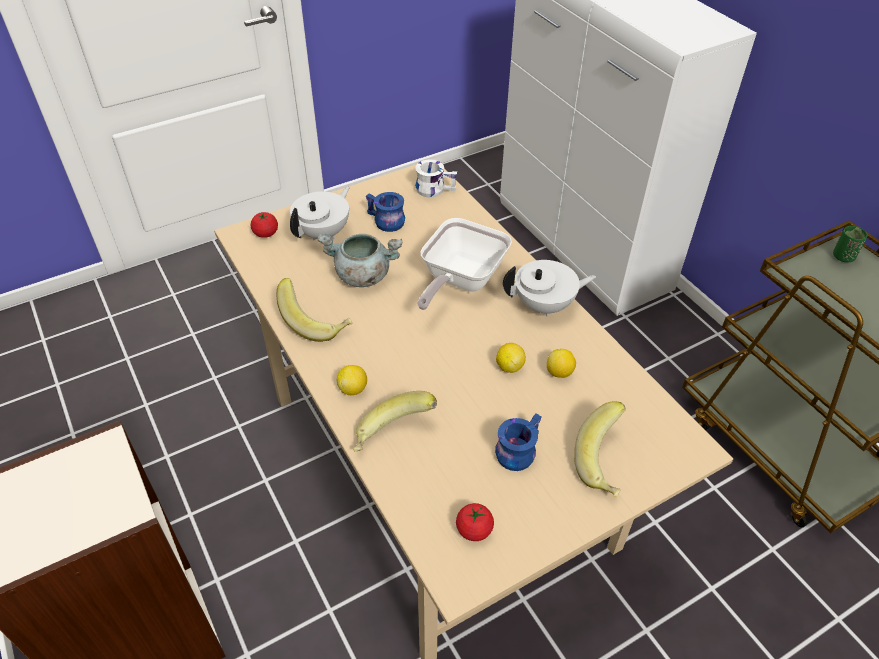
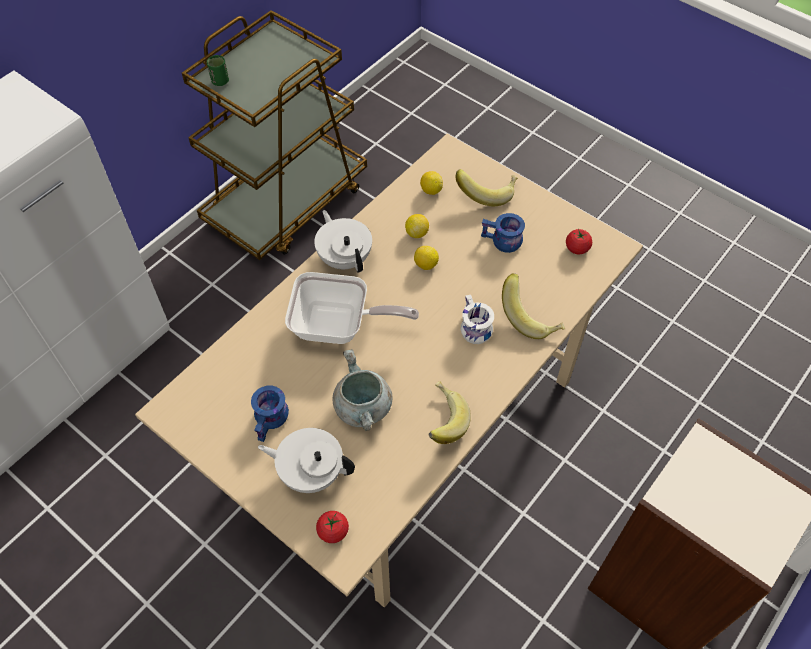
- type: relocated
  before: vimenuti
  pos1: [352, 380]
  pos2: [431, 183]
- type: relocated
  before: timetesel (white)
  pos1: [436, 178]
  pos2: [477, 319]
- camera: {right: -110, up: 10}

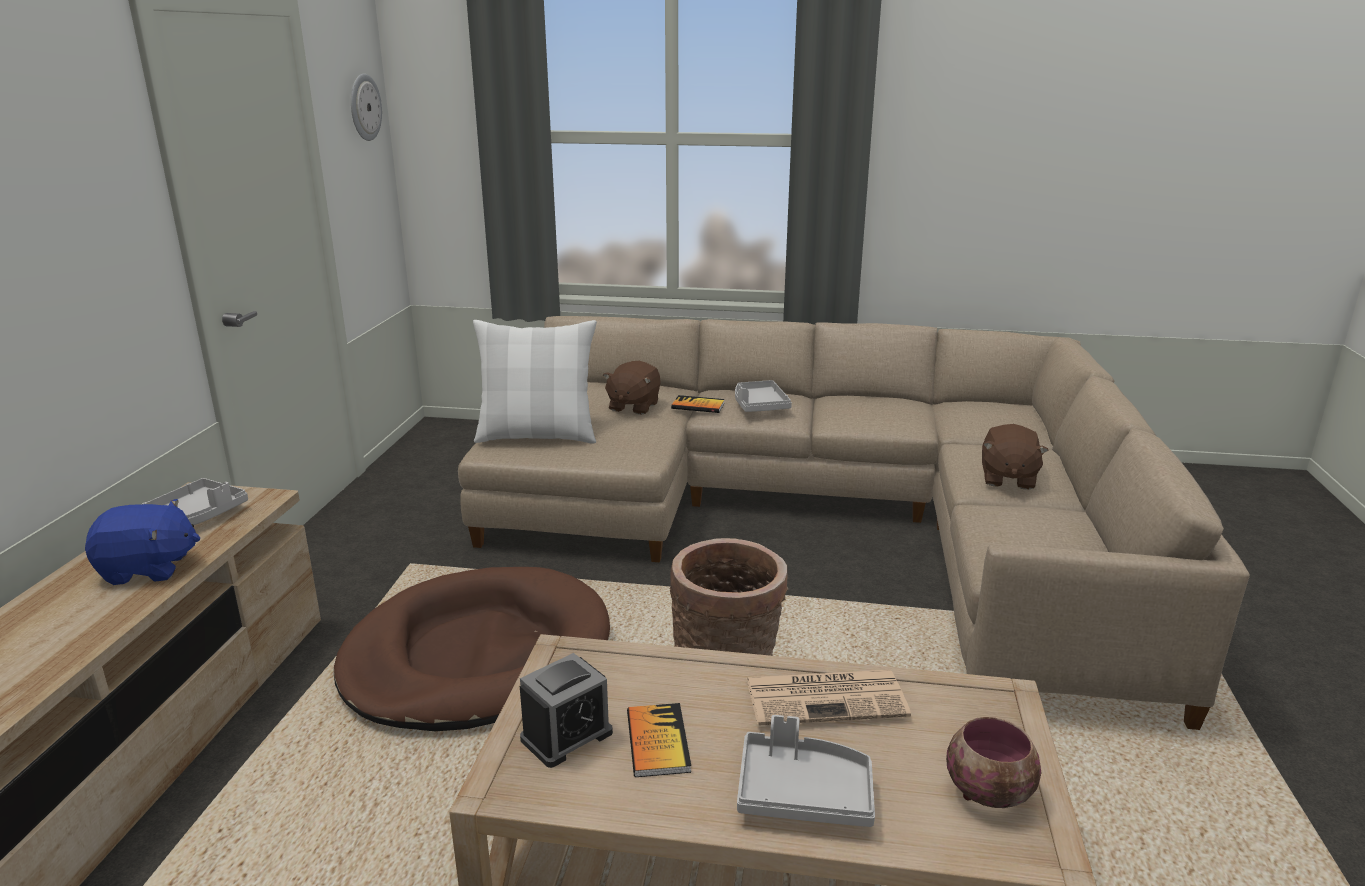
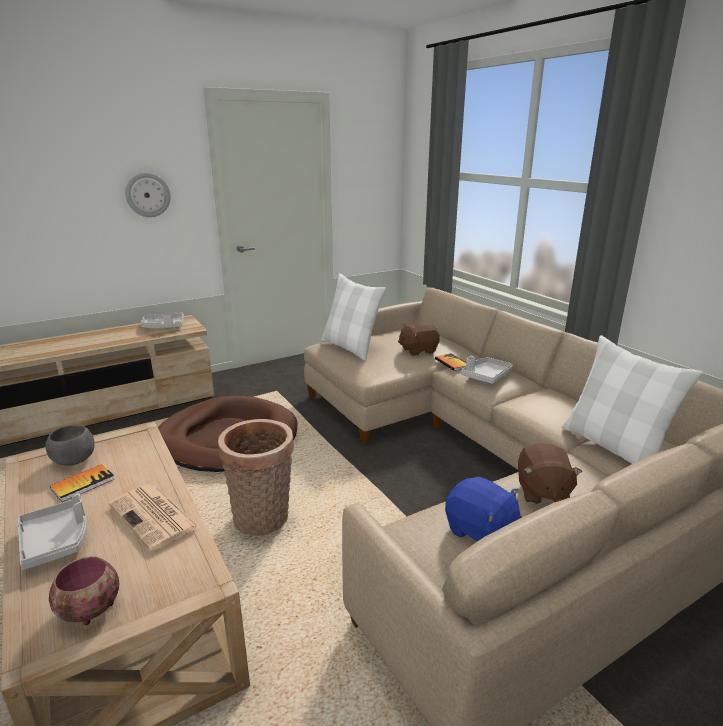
- type: exchanged
  before: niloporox
  after: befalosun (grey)
  pos1: [566, 710]
  pos2: [70, 445]
- type: relocated
  before: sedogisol
  pos1: [366, 107]
  pos2: [148, 195]
- type: relocated
  before: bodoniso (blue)
  pos1: [142, 542]
  pos2: [483, 508]
- type: spun
  before: bodoniso (brown)
  pos1: [1015, 457]
  pos2: [550, 473]
  turn: -60
- type: appeared
  after: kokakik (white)
  pos2: [632, 399]
- camera: {right: 50, up: 0}

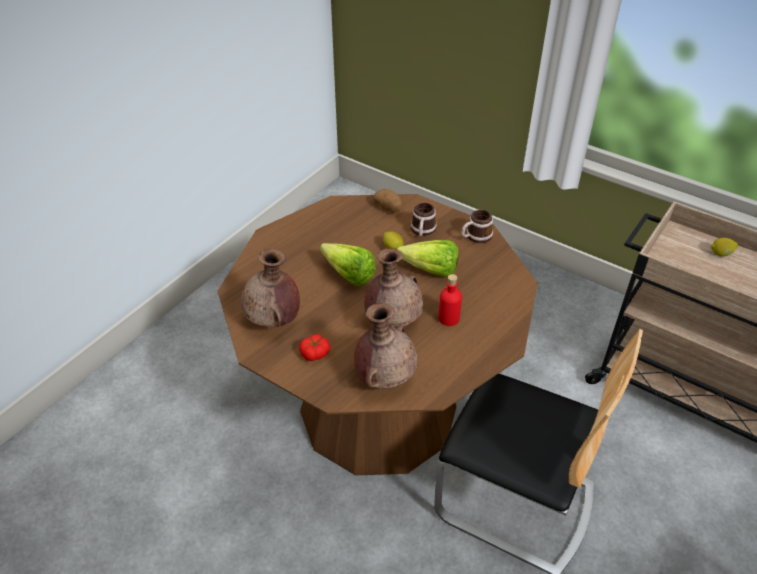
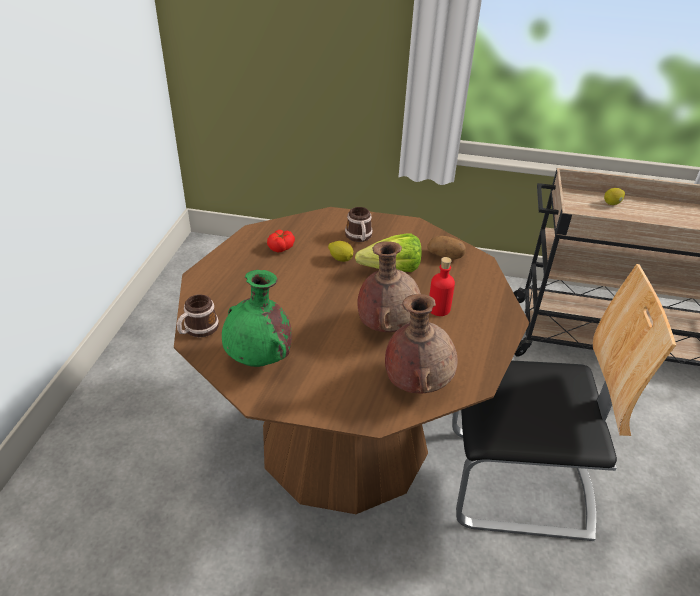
- type: relocated
  before: timetesel
  pos1: [477, 226]
  pos2: [198, 315]
- type: colour
  before: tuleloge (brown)
  after: tuleloge (green)
  pos1: [270, 288]
  pos2: [257, 318]
- type: relocated
  before: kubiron
  pos1: [314, 347]
  pos2: [281, 241]
- type: relocated
  before: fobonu
  pos1: [387, 200]
  pos2: [446, 247]
- type: missing
  before: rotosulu
  pos1: [348, 264]
- camera: {right: -25, up: -5}

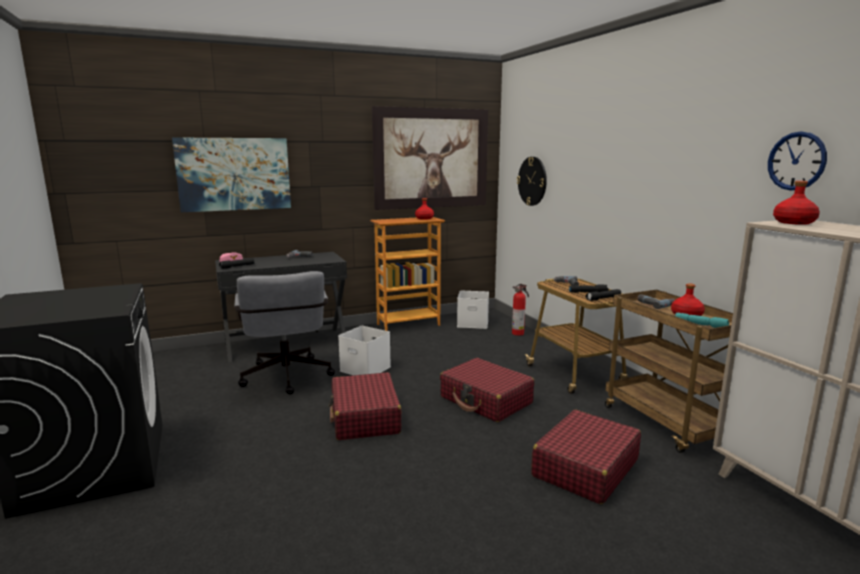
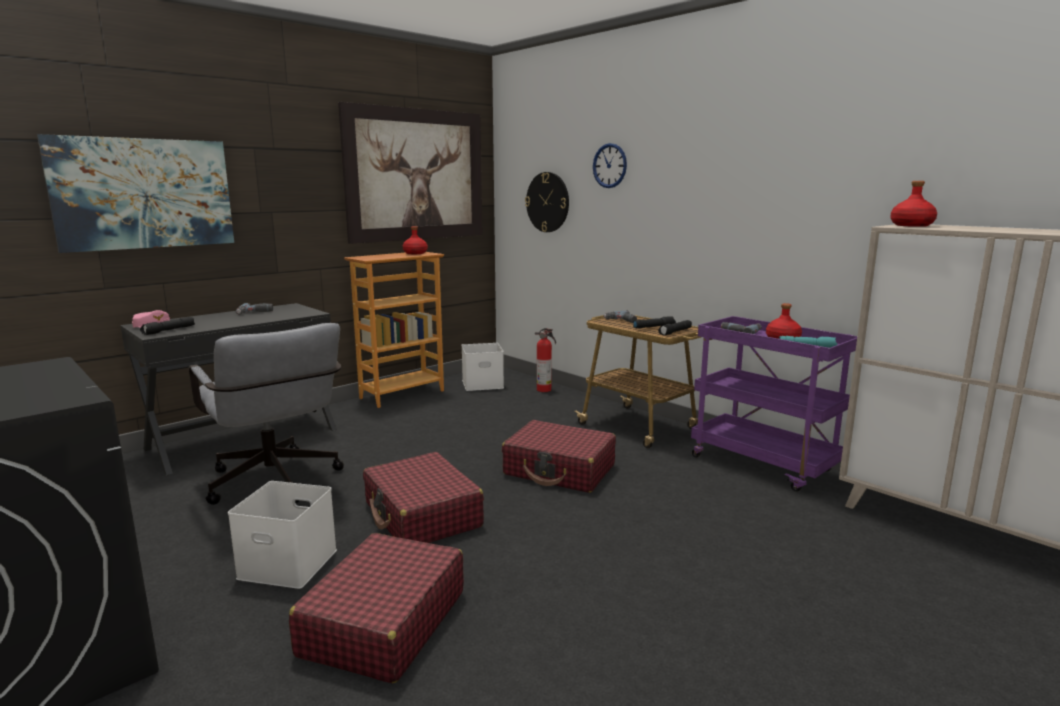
- type: relocated
  before: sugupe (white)
  pos1: [364, 350]
  pos2: [282, 535]
- type: relocated
  before: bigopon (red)
  pos1: [586, 457]
  pos2: [376, 608]
- type: relocated
  before: sedogisol
  pos1: [797, 161]
  pos2: [610, 165]
- type: colour
  before: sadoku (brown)
  after: sadoku (purple)
  pos1: [669, 371]
  pos2: [774, 404]
- camera: {right: -20, up: 0}

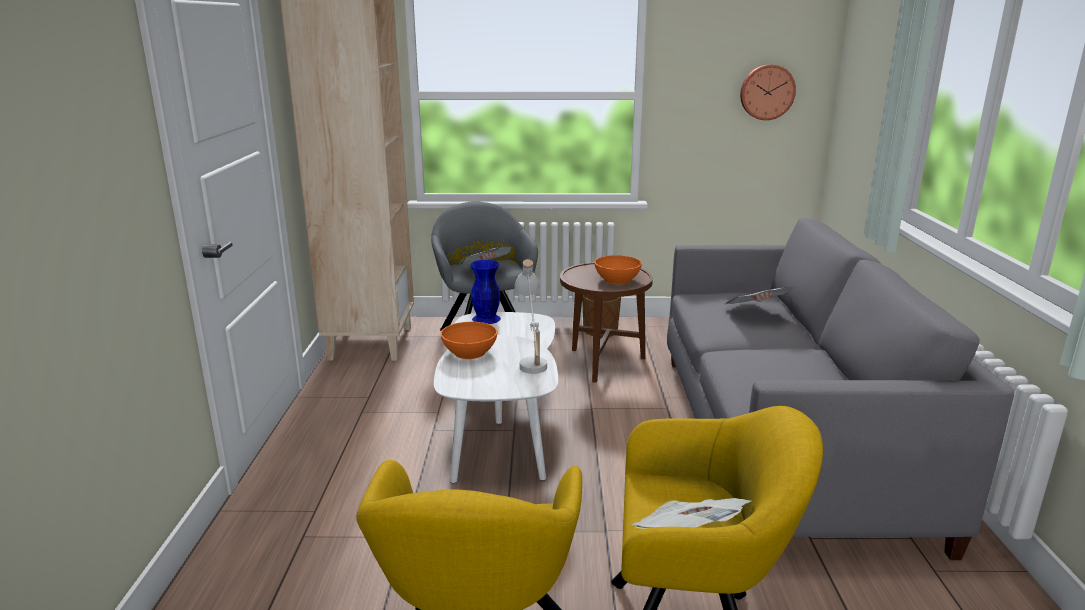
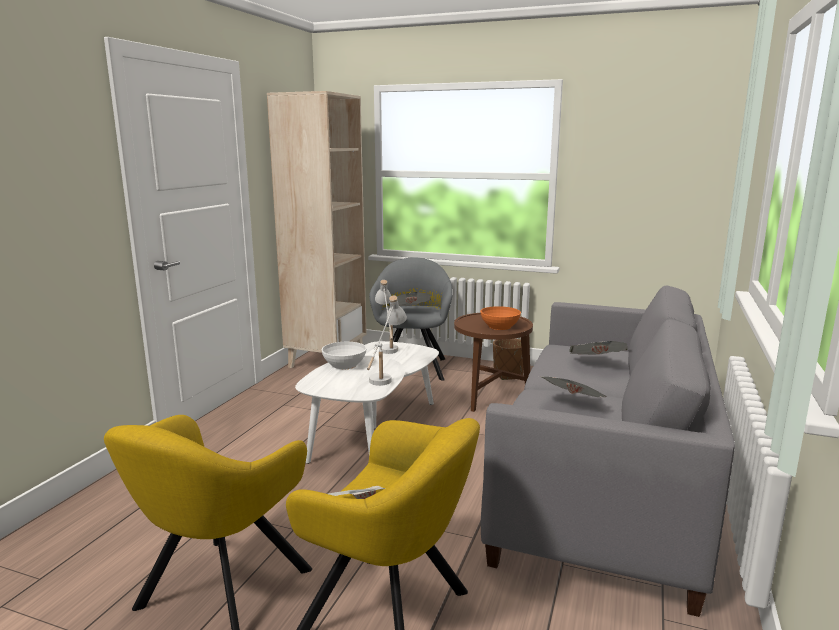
- type: colour
  before: befalosun (orange)
  after: befalosun (white)
  pos1: [469, 340]
  pos2: [344, 356]
- type: exchanged
  before: tuleloge (blue)
  after: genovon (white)
  pos1: [485, 292]
  pos2: [386, 317]
- type: appeared
  after: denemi
  pos2: [573, 387]
- type: missing
  before: sedogisol
  pos1: [768, 92]
- camera: {right: 20, up: -5}

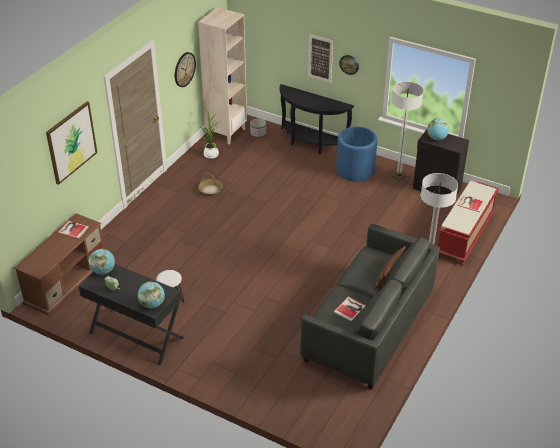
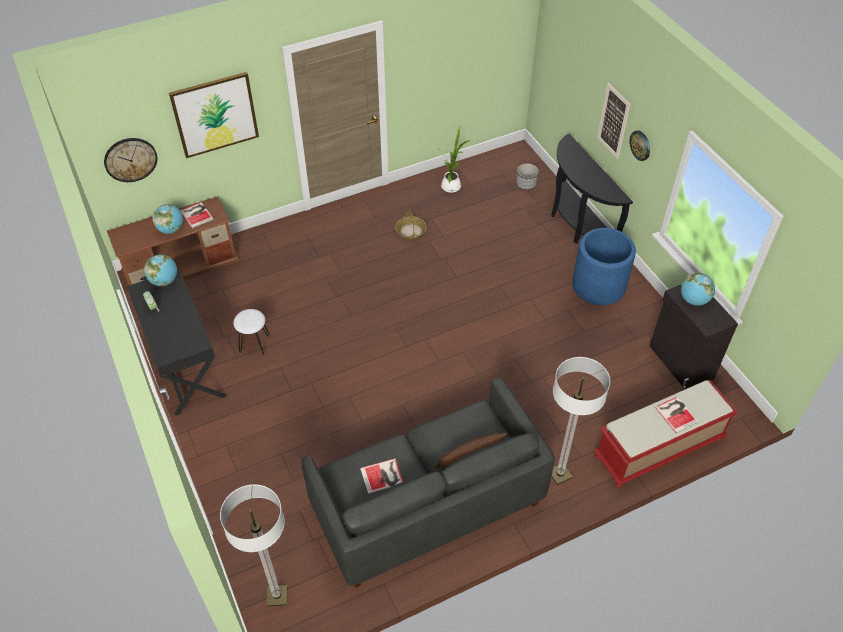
- type: relocated
  before: sedogisol
  pos1: [185, 69]
  pos2: [131, 160]
- type: relocated
  before: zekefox
  pos1: [151, 295]
  pos2: [167, 219]
- type: relocated
  before: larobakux
  pos1: [407, 130]
  pos2: [253, 545]
- type: missing
  before: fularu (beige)
  pos1: [222, 76]
- camera: {right: 35, up: 10}

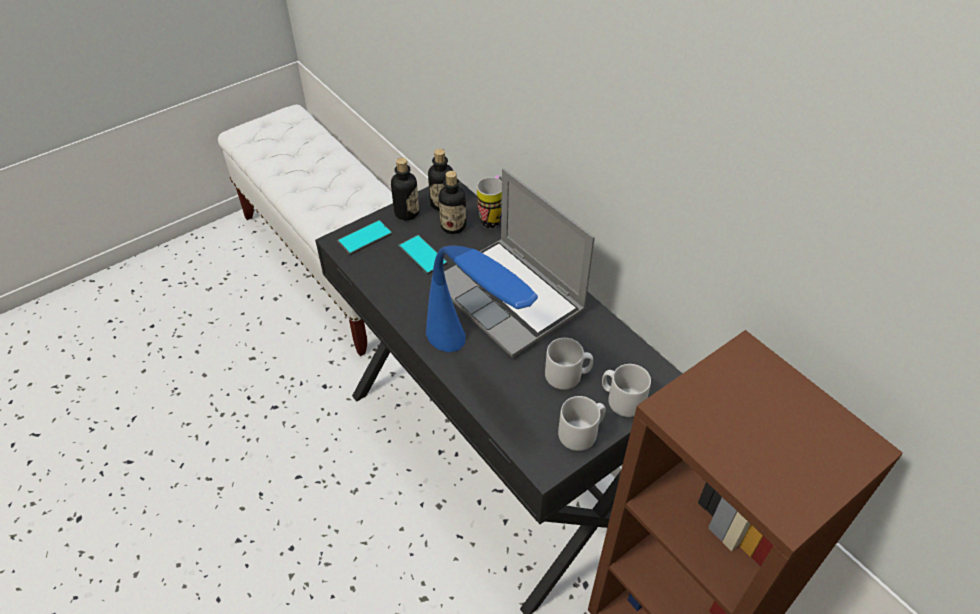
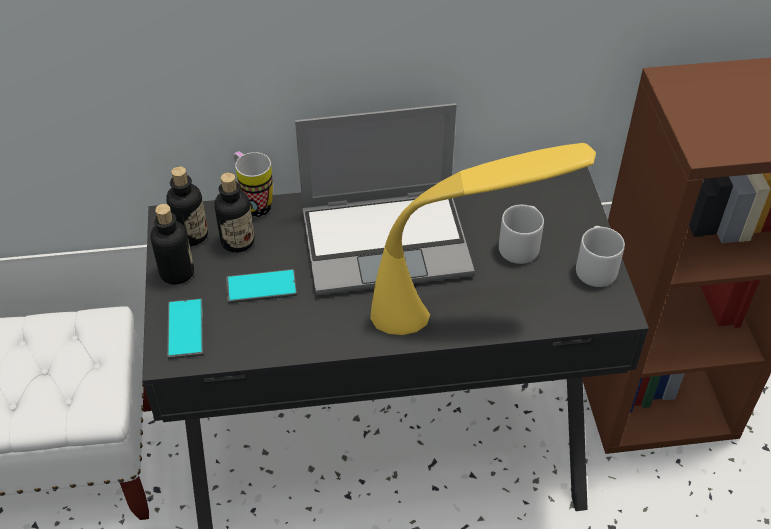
- type: colour
  before: genovon (blue)
  after: genovon (yellow)
  pos1: [482, 298]
  pos2: [483, 239]
- type: missing
  before: timetesel (grey)
  pos1: [626, 390]
- camera: {right: -60, up: 0}

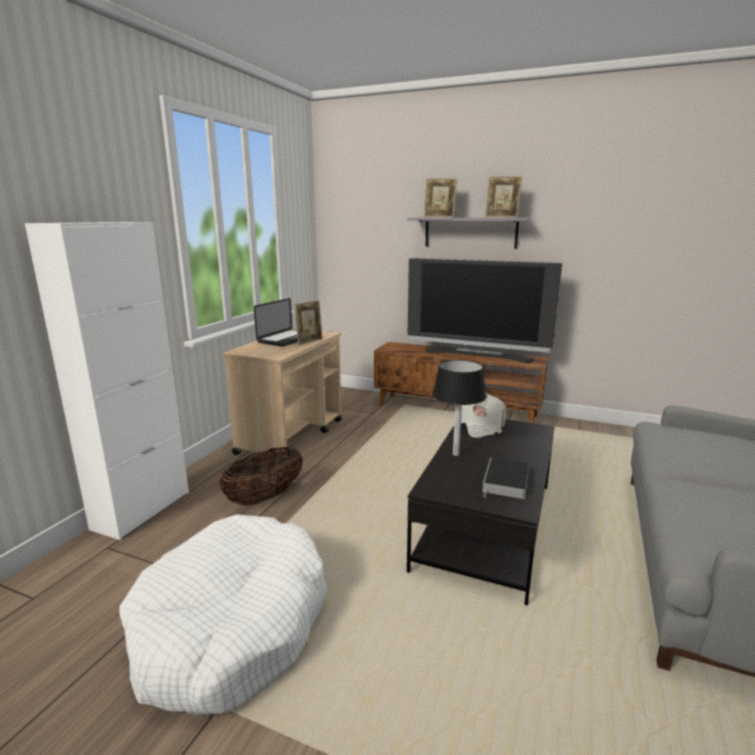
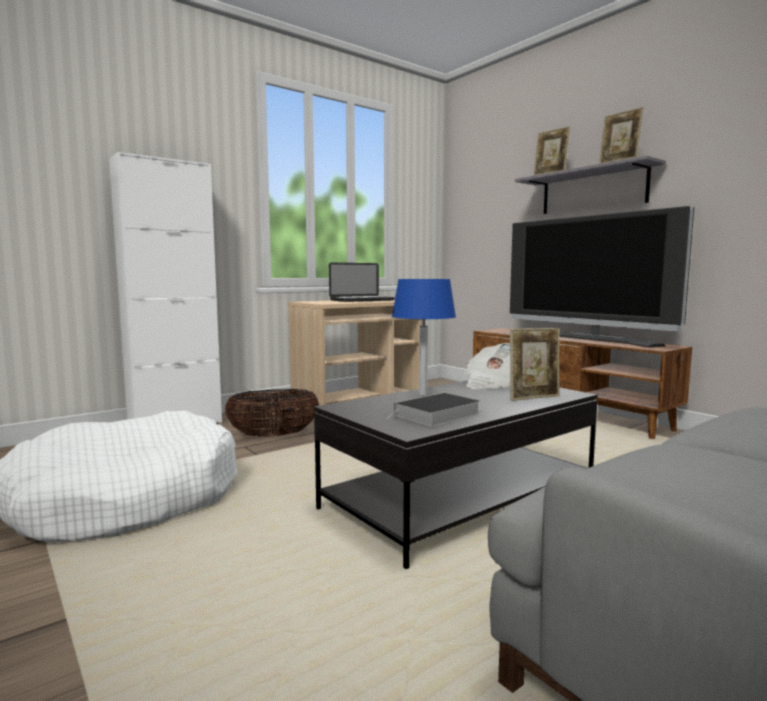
- type: colour
  before: genovon (black)
  after: genovon (blue)
  pos1: [459, 408]
  pos2: [424, 337]
- type: relocated
  before: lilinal
  pos1: [308, 322]
  pos2: [535, 364]
- camera: {right: 30, up: -10}

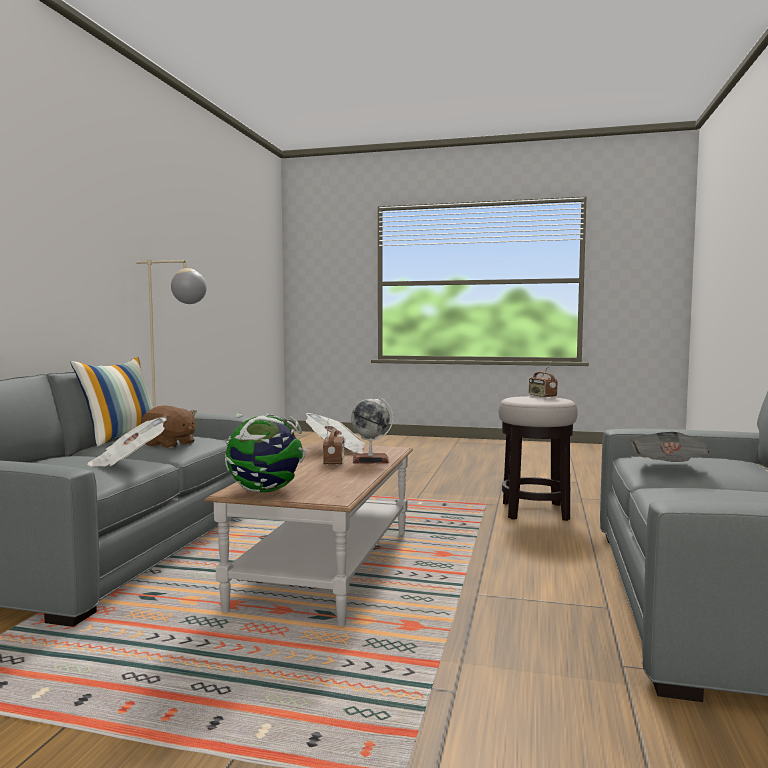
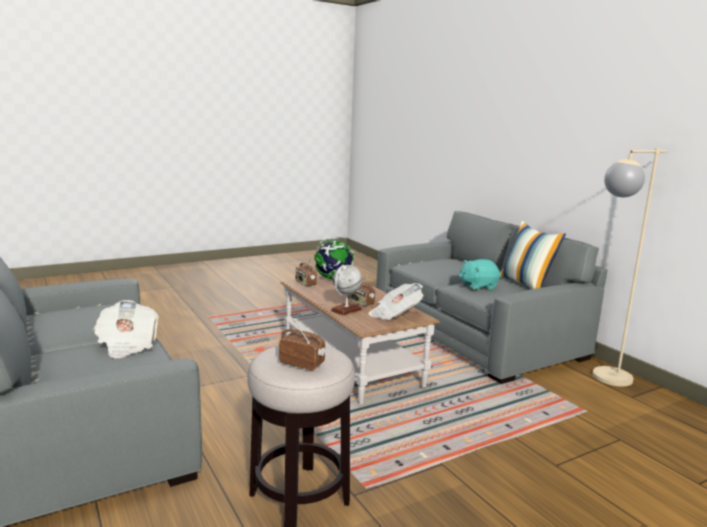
- type: appeared
  after: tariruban
  pos2: [306, 272]
- type: colour
  before: bodoniso (brown)
  after: bodoniso (turquoise)
  pos1: [169, 427]
  pos2: [479, 274]
- type: missing
  before: denemi
  pos1: [127, 442]
- camera: {right: 135, up: 10}

